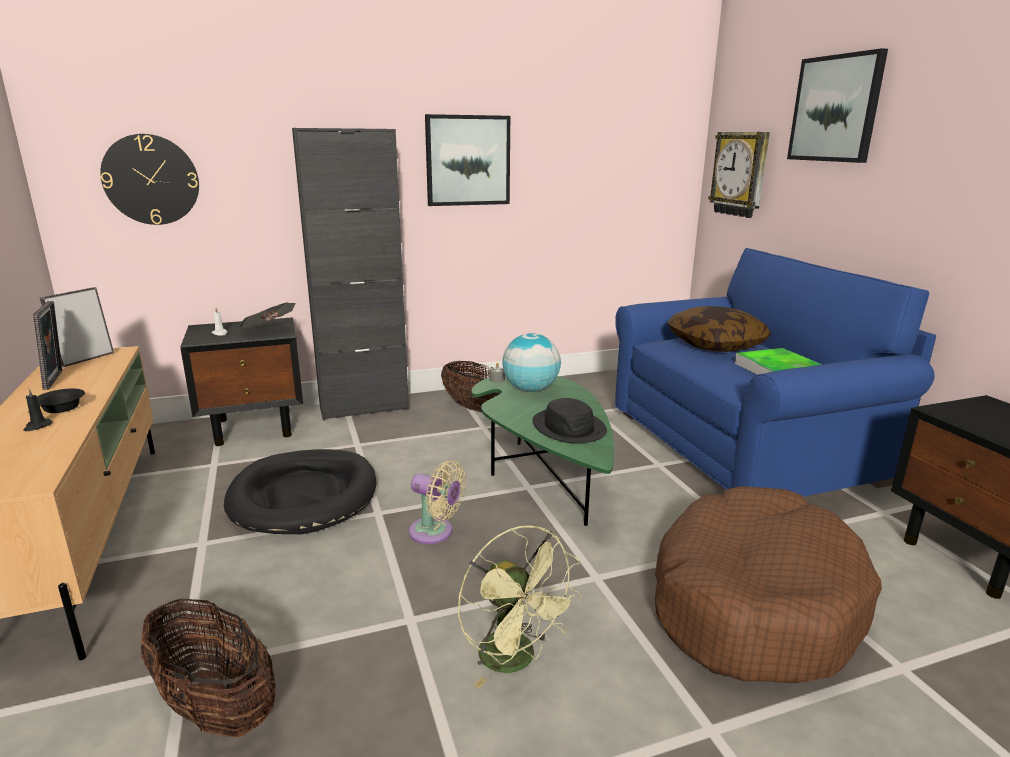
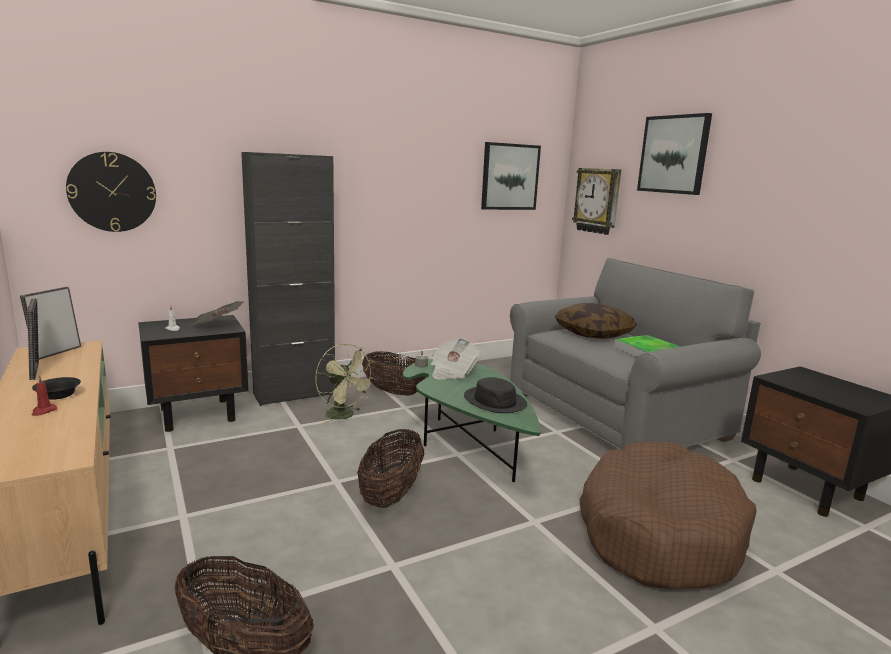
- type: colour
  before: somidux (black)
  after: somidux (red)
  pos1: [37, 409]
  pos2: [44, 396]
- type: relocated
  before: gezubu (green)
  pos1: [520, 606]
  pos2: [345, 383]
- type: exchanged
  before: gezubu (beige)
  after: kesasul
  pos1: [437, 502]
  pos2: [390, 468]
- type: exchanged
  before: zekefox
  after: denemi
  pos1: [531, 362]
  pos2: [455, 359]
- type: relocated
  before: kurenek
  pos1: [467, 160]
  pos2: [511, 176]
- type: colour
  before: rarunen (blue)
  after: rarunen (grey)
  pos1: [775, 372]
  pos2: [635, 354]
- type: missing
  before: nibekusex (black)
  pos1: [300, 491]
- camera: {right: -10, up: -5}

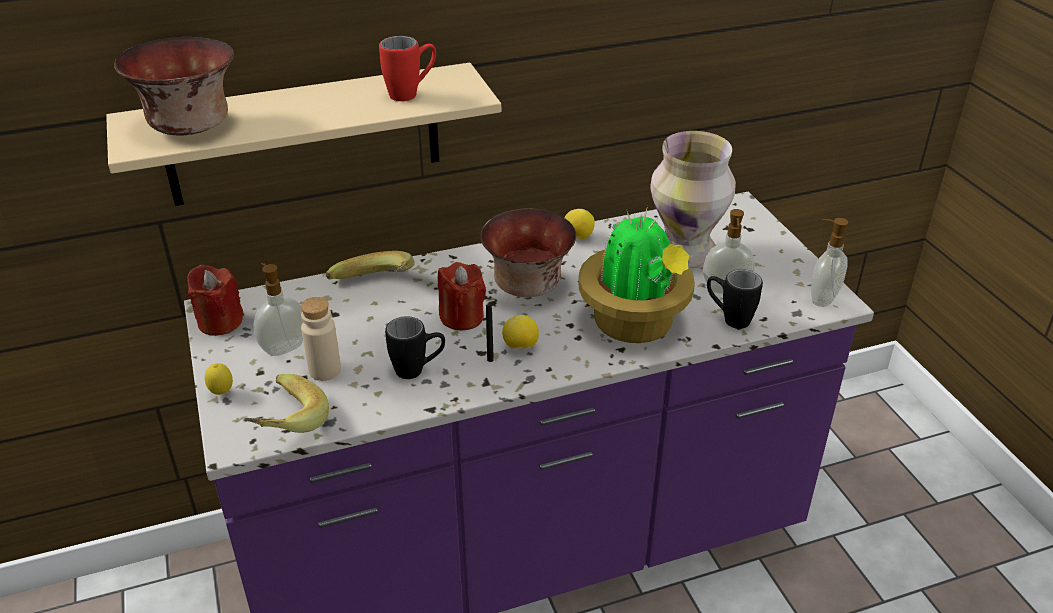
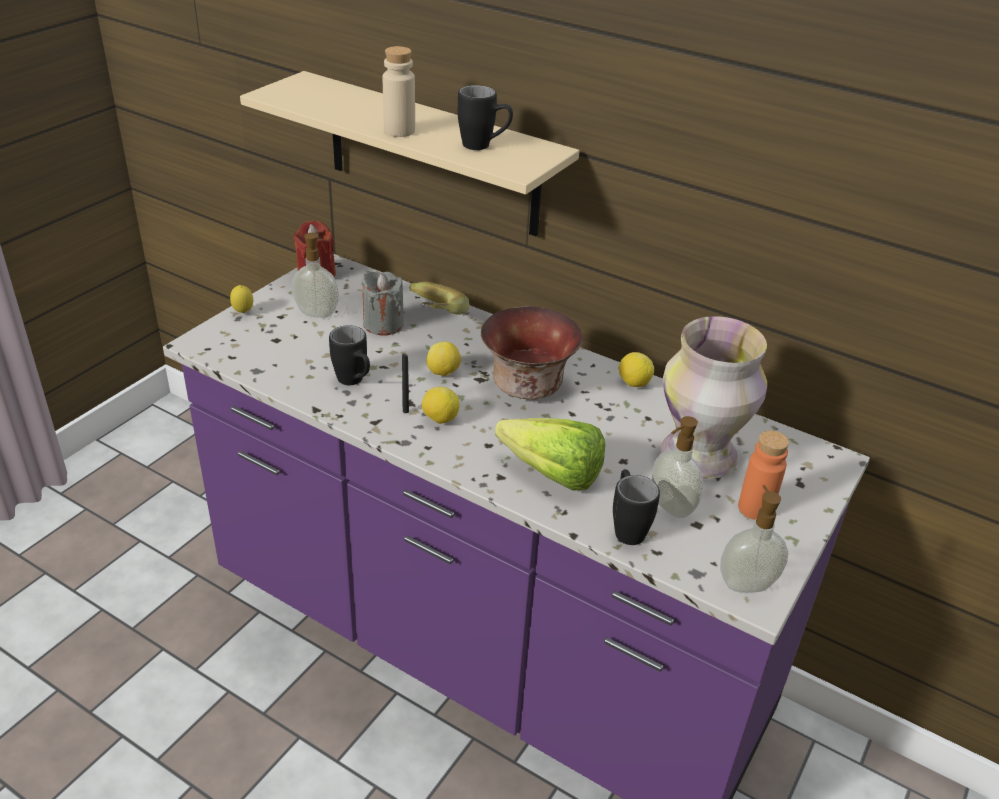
- type: appeared
  after: somidux (grey)
  pos2: [382, 303]
- type: relocated
  before: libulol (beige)
  pos1: [321, 339]
  pos2: [399, 91]
- type: exchanged
  before: somidux (red)
  after: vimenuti
  pos1: [462, 296]
  pos2: [444, 359]
- type: colour
  before: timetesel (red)
  after: timetesel (black)
  pos1: [407, 68]
  pos2: [485, 117]
- type: exchanged
  before: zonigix
  after: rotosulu
  pos1: [637, 274]
  pos2: [550, 454]
- type: appeared
  after: libulol (orange)
  pos2: [763, 475]
- type: missing
  before: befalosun
  pos1: [174, 86]
- type: missing
  before: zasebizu
  pos1: [286, 403]
- camera: {right: 50, up: 0}

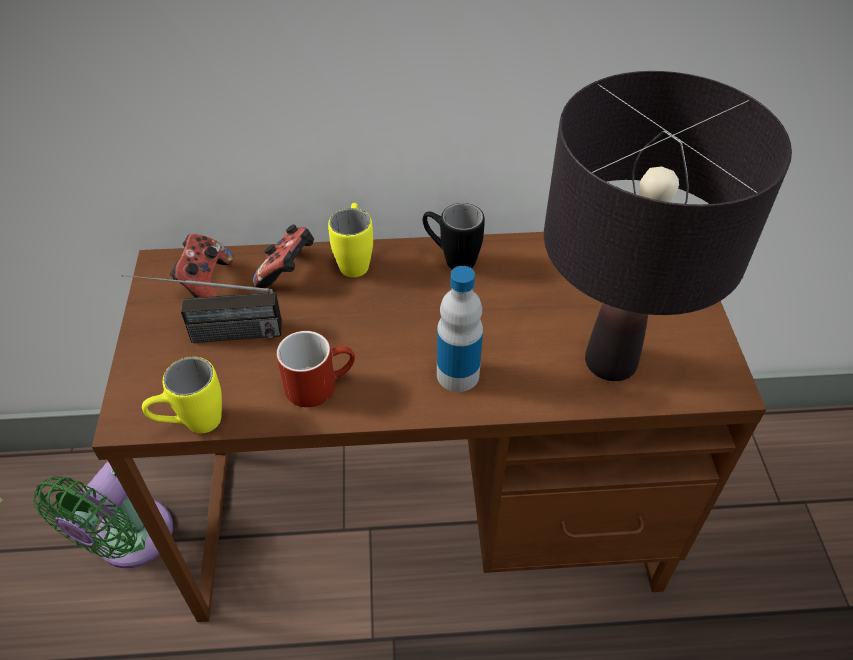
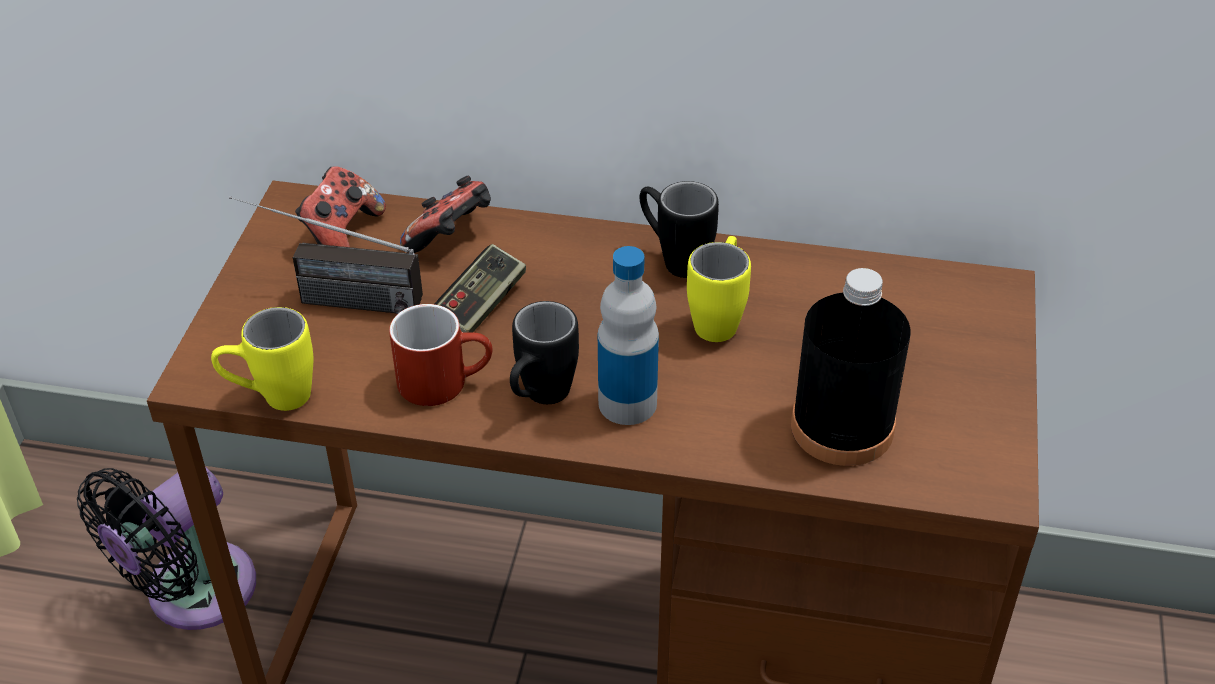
- type: colour
  before: gezubu (green)
  after: gezubu (black)
  pos1: [103, 515]
  pos2: [166, 548]
- type: appeared
  after: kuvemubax
  pos2: [480, 288]
- type: appeared
  after: timetesel (black)
  pos2: [544, 352]
- type: relocated
  before: timetesel (yellow)
  pos1: [350, 240]
  pos2: [719, 289]
- type: exchanged
  before: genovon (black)
  after: libulol (black)
  pos1: [668, 226]
  pos2: [851, 367]
- camera: {right: 15, up: -5}

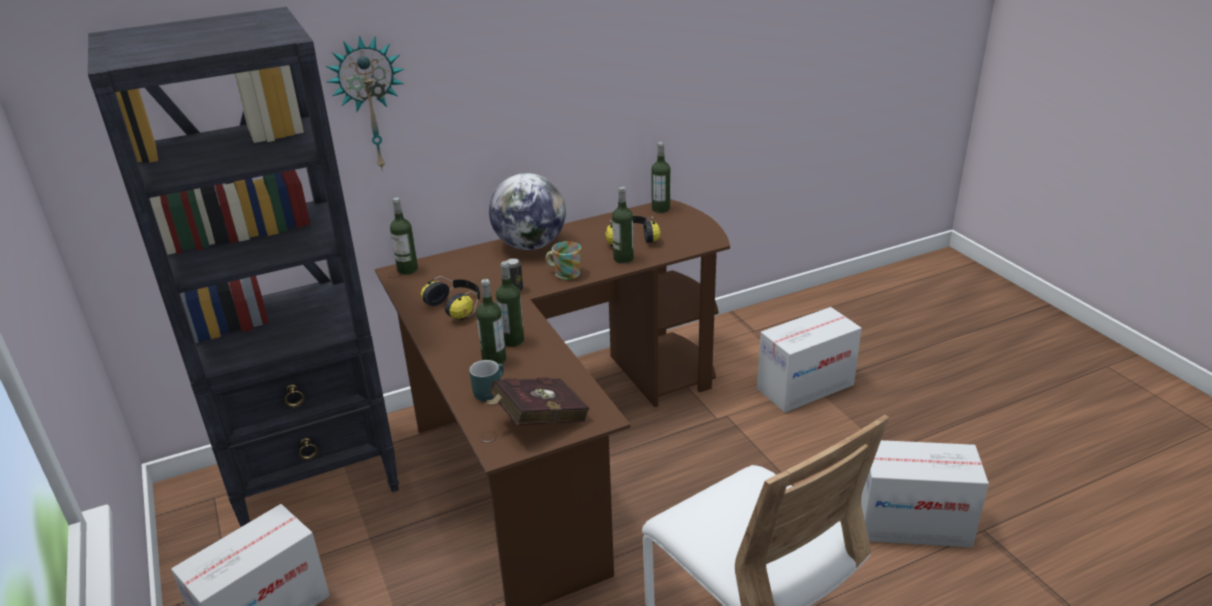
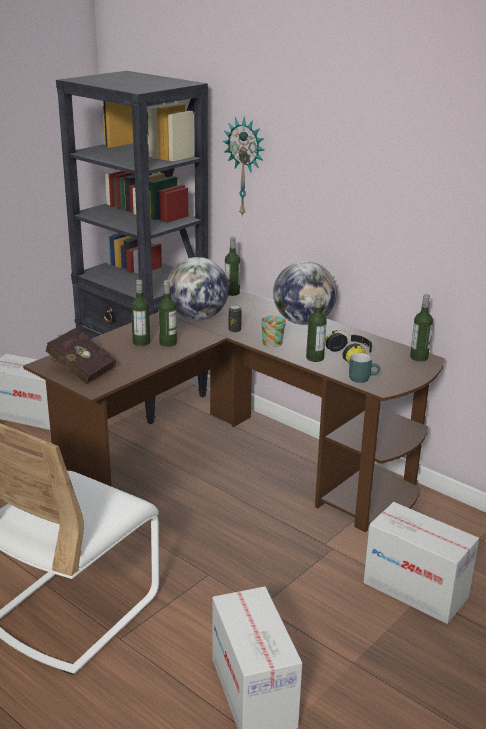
- type: exchanged
  before: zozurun
  after: zekefox
  pos1: [450, 298]
  pos2: [198, 288]
- type: relocated
  before: timetesel (turquoise)
  pos1: [486, 381]
  pos2: [364, 368]
- camera: {right: 65, up: -5}

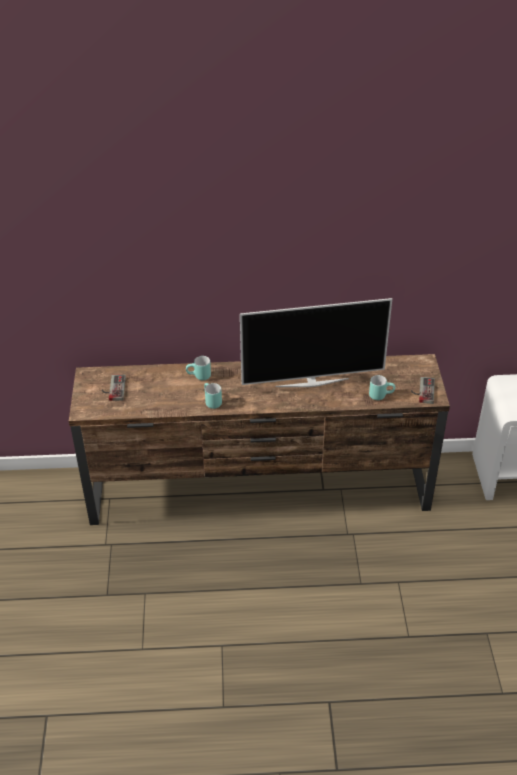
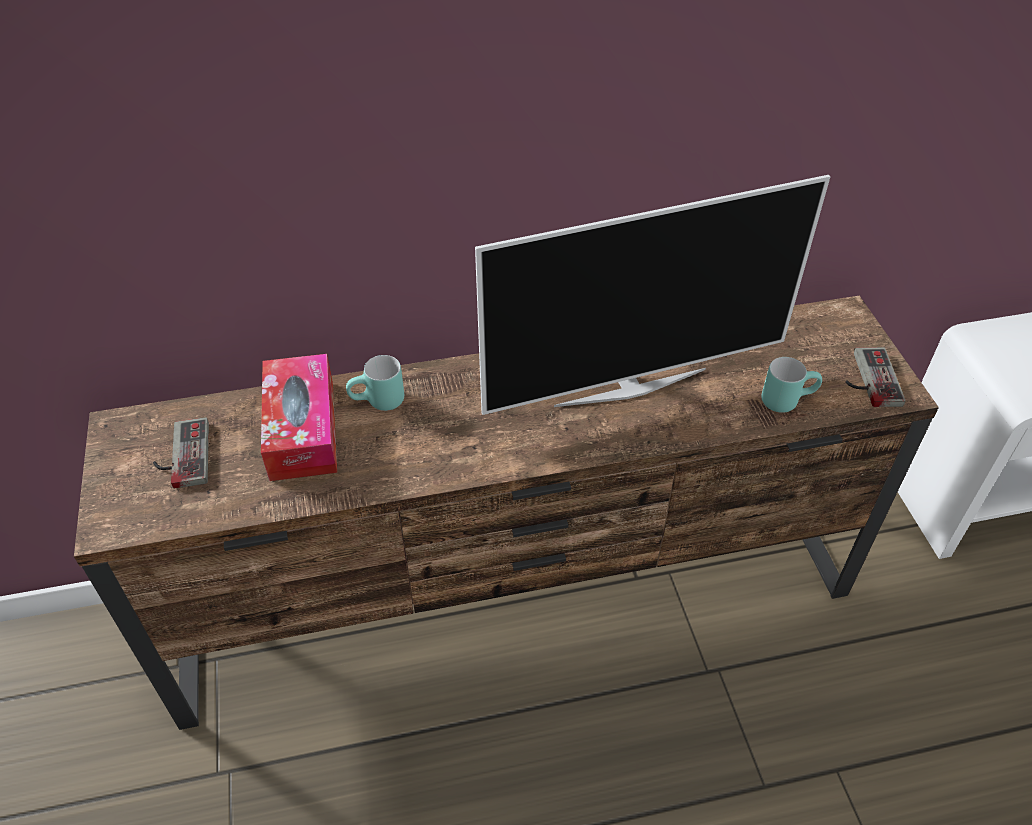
- type: appeared
  after: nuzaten
  pos2: [299, 417]
- type: missing
  before: timetesel (turquoise)
  pos1: [213, 396]
- camera: {right: -10, up: 5}

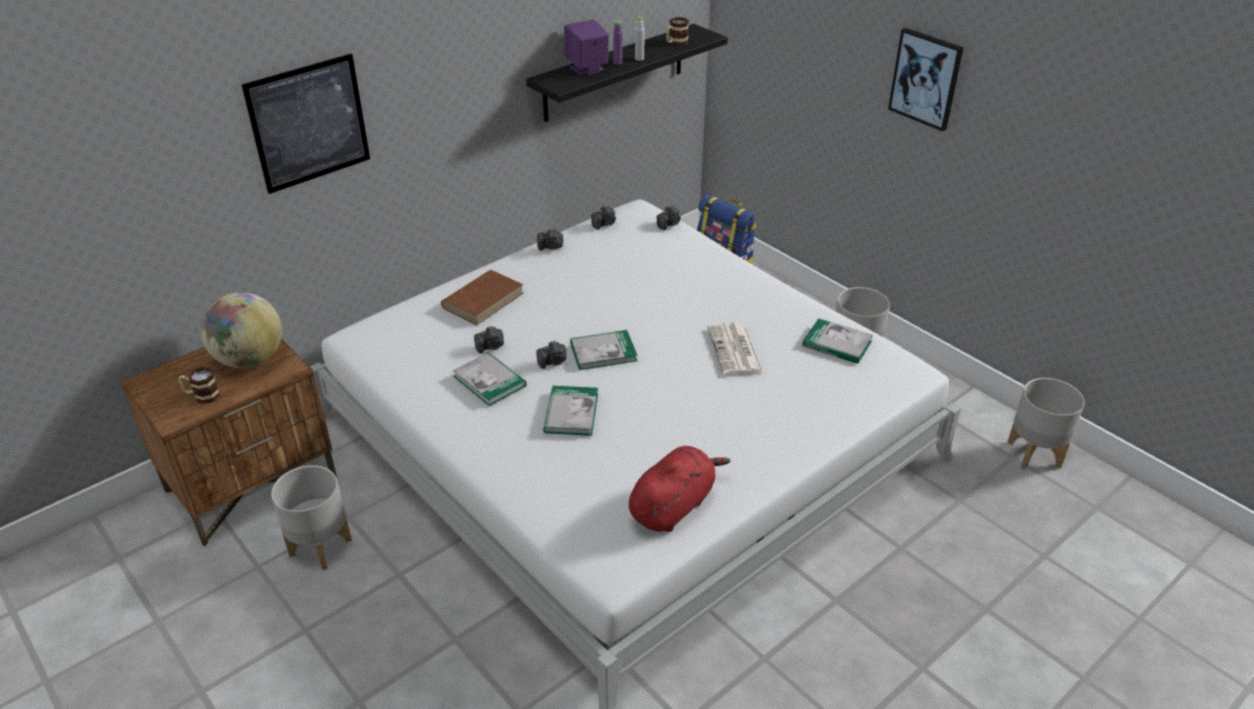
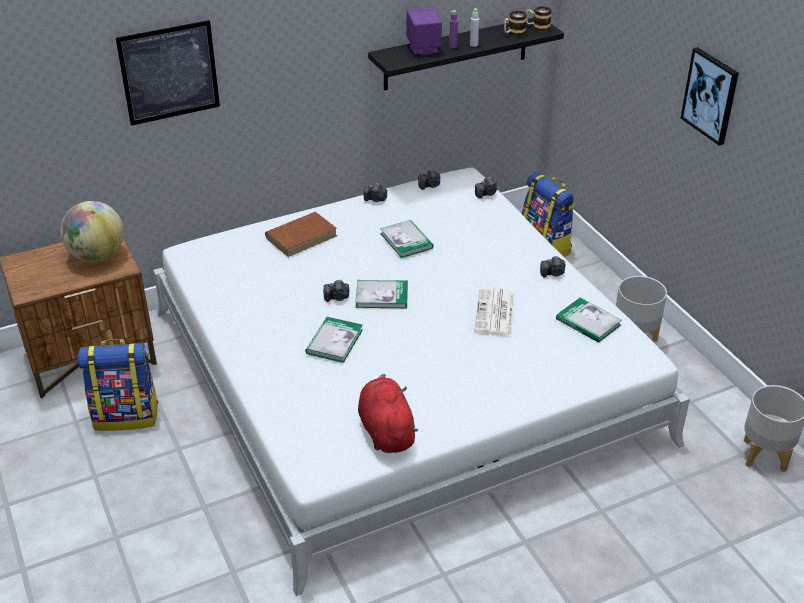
- type: exchanged
  before: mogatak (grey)
  after: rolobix
  pos1: [311, 517]
  pos2: [118, 385]
- type: spun
  before: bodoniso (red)
  pos1: [679, 489]
  pos2: [388, 413]
  turn: -75
- type: relocated
  before: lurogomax
  pos1: [490, 379]
  pos2: [406, 239]
- type: relocated
  before: timetesel
  pos1: [200, 385]
  pos2: [539, 19]
- type: relocated
  before: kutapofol
  pos1: [489, 339]
  pos2: [552, 267]
- camera: {right: 15, up: 0}

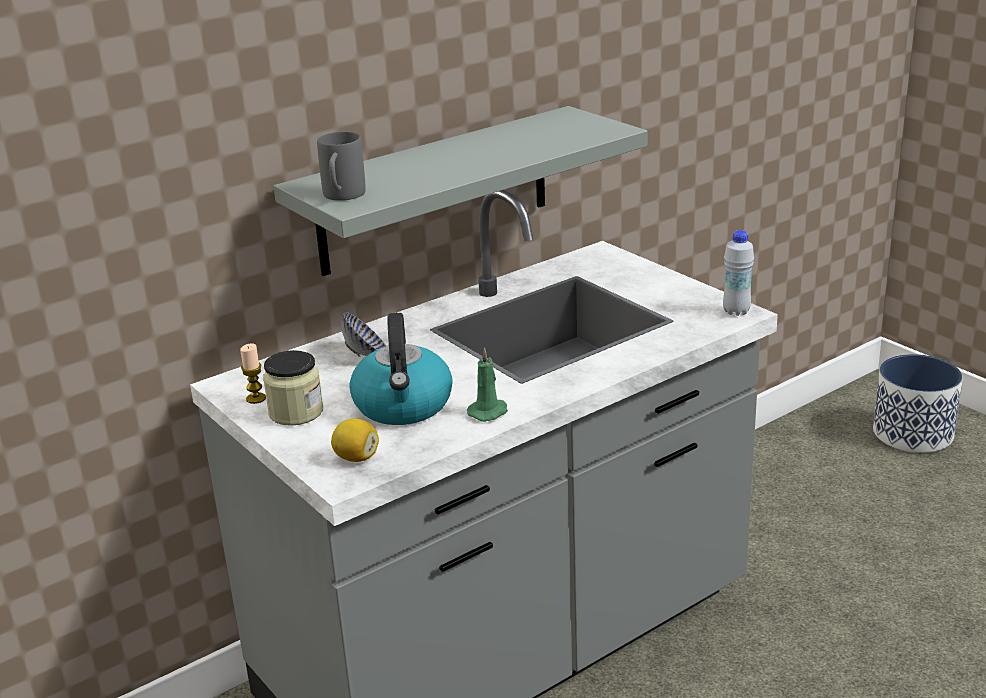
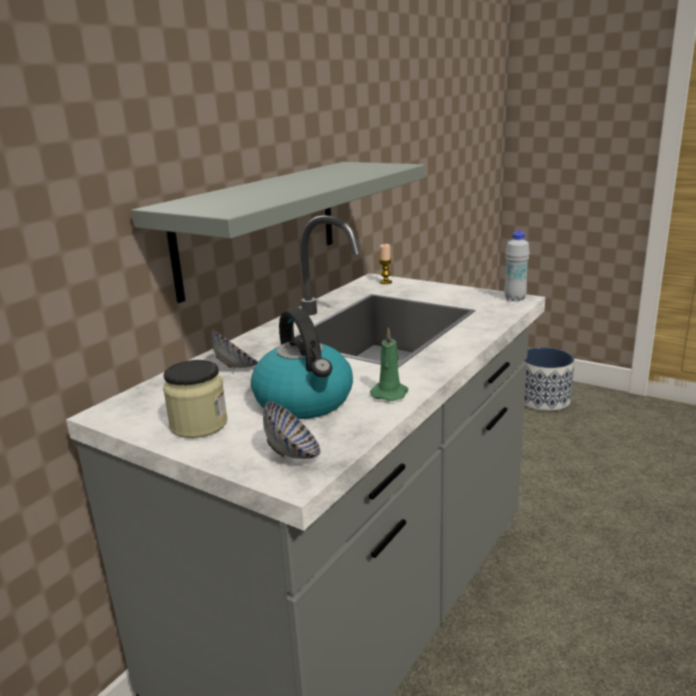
- type: exchanged
  before: vimenuti
  after: befalosun
  pos1: [355, 440]
  pos2: [292, 430]
- type: relocated
  before: somidux
  pos1: [253, 373]
  pos2: [385, 264]
- type: missing
  before: timetesel (grey)
  pos1: [341, 166]
- camera: {right: -20, up: -5}

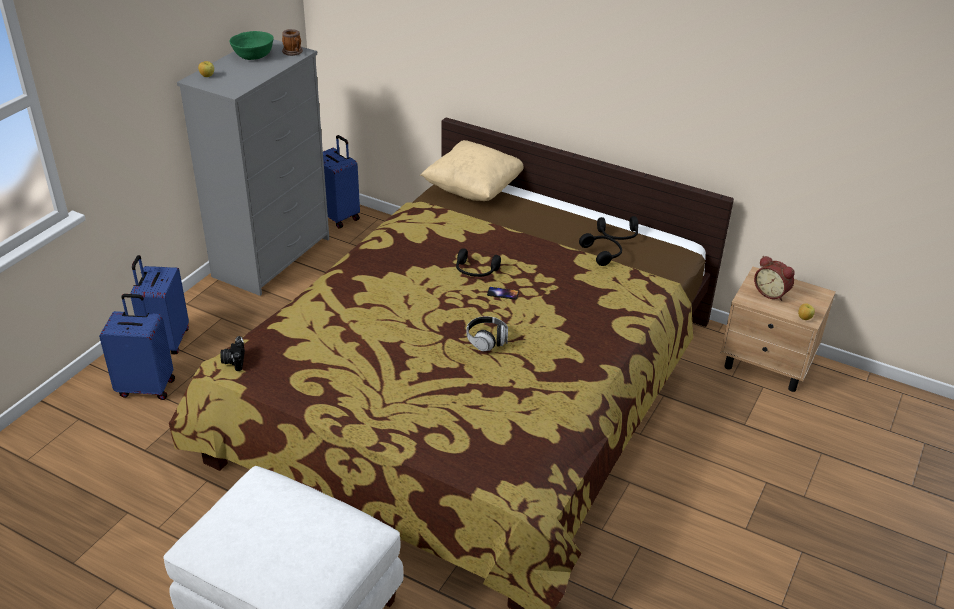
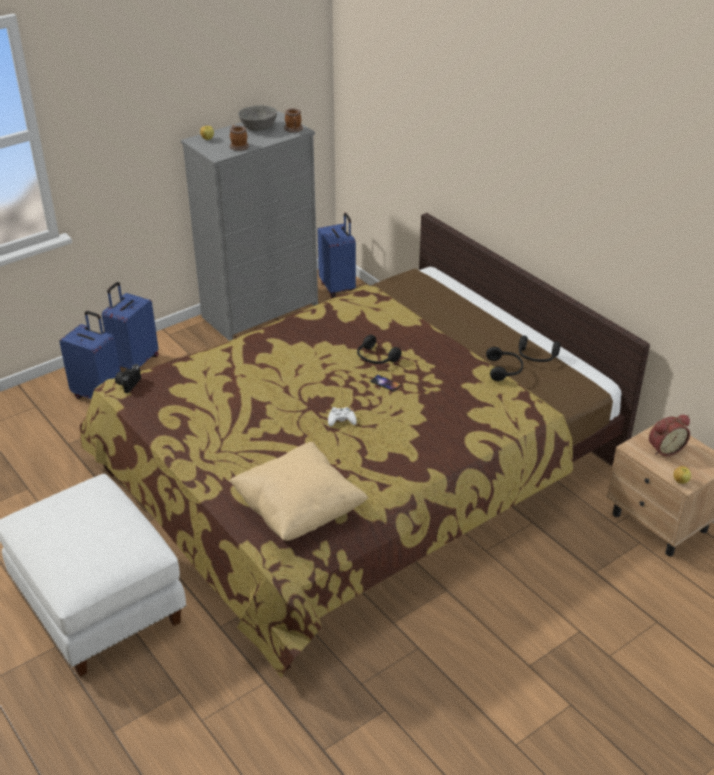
- type: relocated
  before: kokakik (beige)
  pos1: [472, 170]
  pos2: [298, 491]
- type: appeared
  after: timetesel
  pos2: [239, 138]
- type: colour
  before: befalosun (green)
  after: befalosun (grey)
  pos1: [251, 45]
  pos2: [257, 118]
- type: exchanged
  before: zozurun
  after: kuvemubax (white)
  pos1: [487, 333]
  pos2: [342, 416]
- type: spun
  before: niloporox
  pos1: [774, 278]
  pos2: [669, 435]
  turn: -90
- camera: {right: 25, up: 0}

